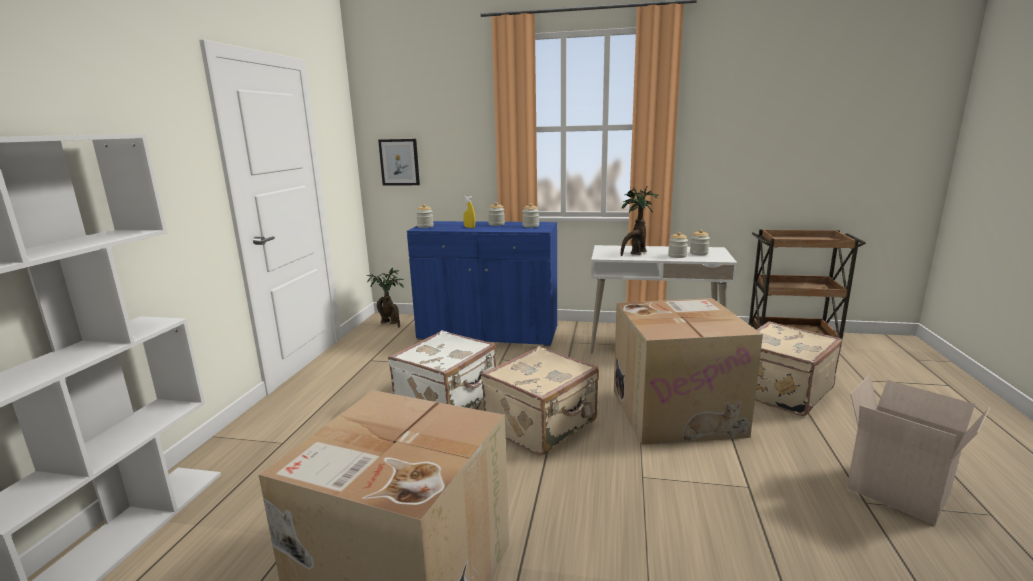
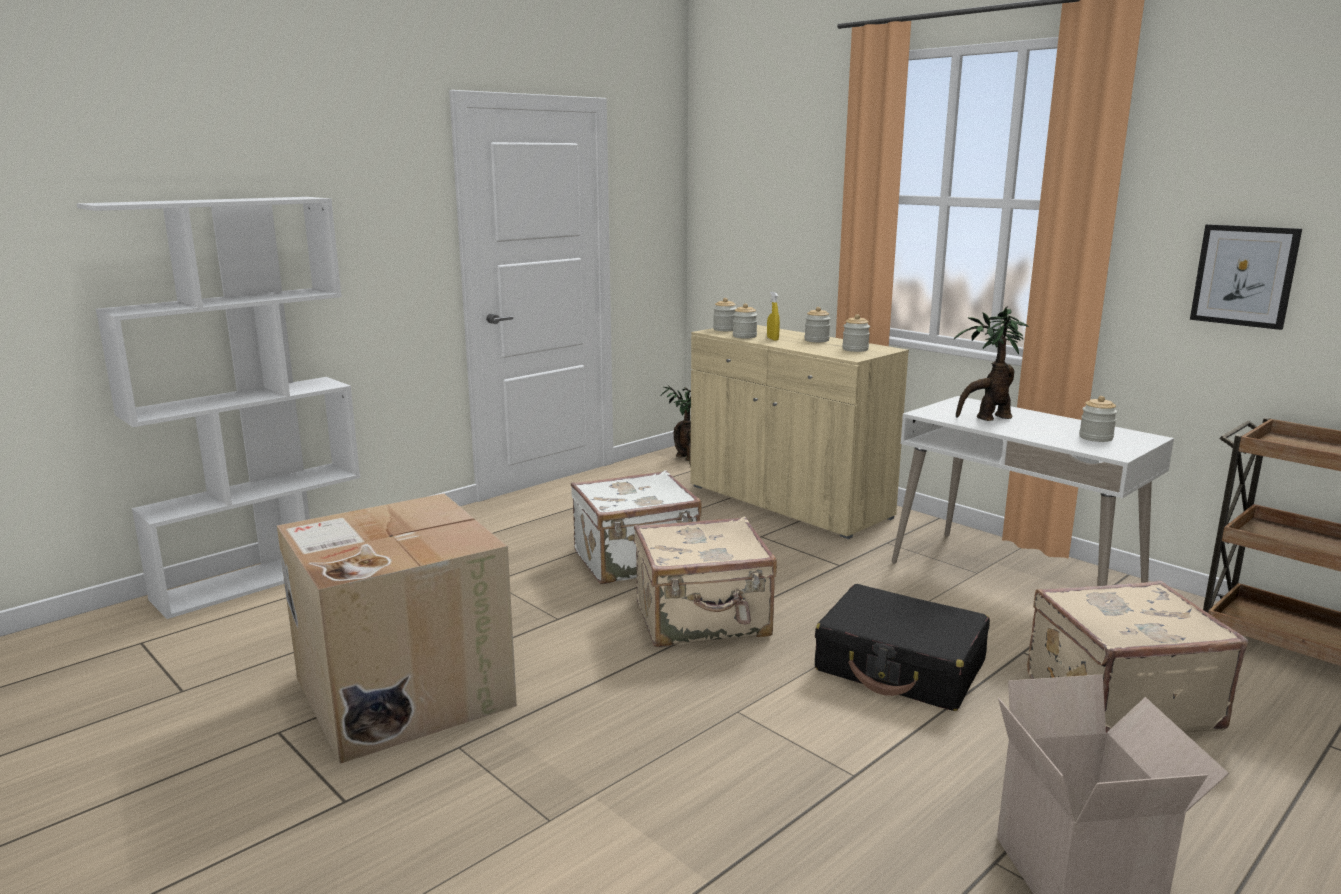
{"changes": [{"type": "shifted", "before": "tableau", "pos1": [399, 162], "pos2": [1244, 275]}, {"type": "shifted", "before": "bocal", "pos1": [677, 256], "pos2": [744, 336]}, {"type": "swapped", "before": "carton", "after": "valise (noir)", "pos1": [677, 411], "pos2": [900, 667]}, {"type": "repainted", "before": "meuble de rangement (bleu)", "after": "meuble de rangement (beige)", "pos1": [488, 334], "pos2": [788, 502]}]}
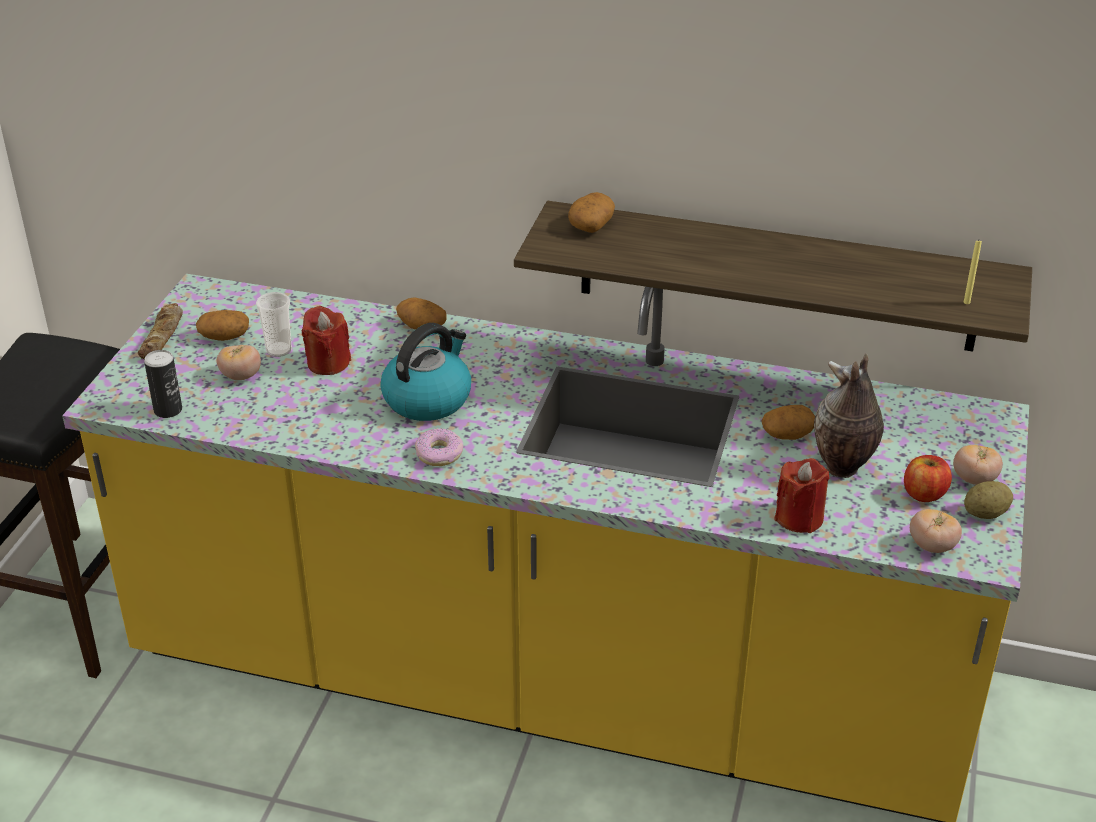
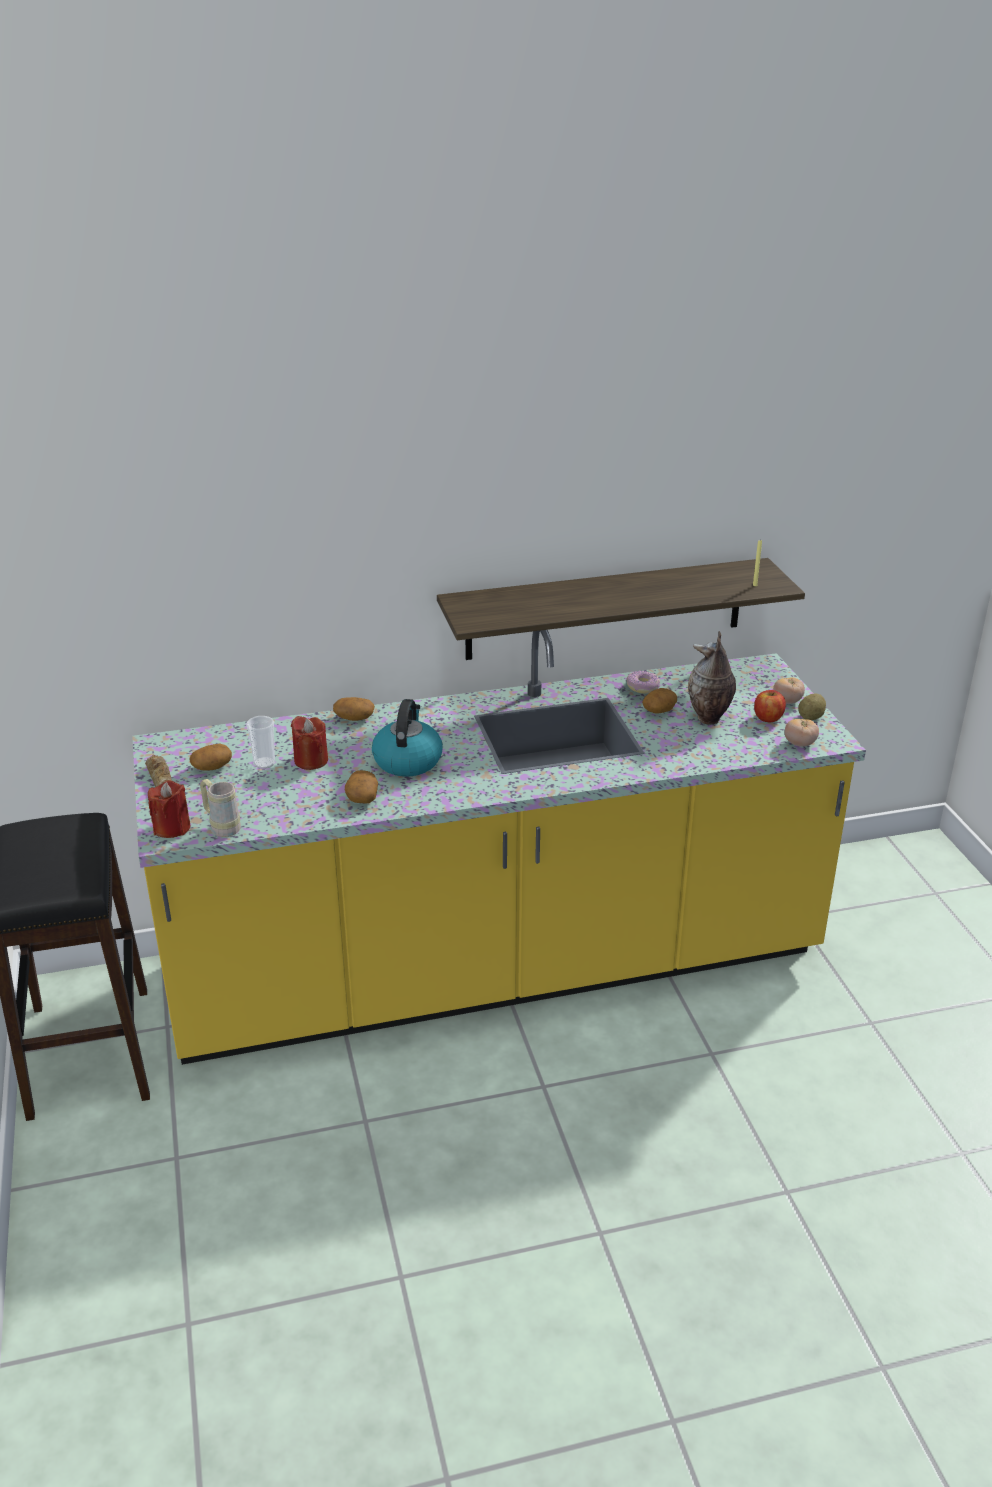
{"changes": [{"type": "gone", "before": "tomate", "pos1": [241, 376]}, {"type": "shifted", "before": "beignet", "pos1": [439, 454], "pos2": [643, 687]}, {"type": "shifted", "before": "pomme de terre", "pos1": [591, 225], "pos2": [362, 797]}, {"type": "shifted", "before": "bougie (rouge)", "pos1": [799, 518], "pos2": [172, 828]}, {"type": "swapped", "before": "boîte métallique", "after": "mug (beige)", "pos1": [168, 410], "pos2": [221, 826]}]}
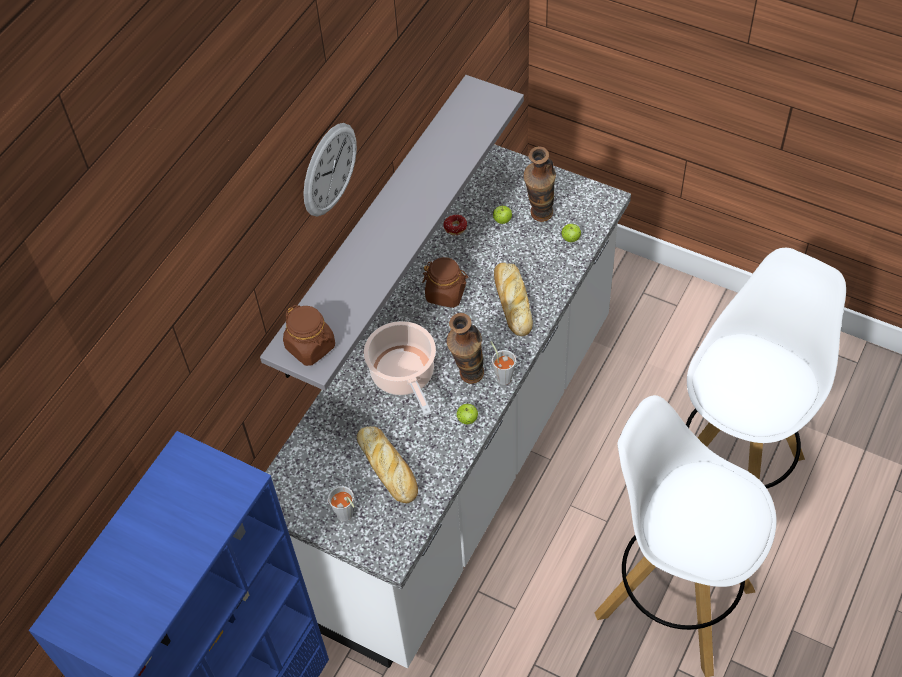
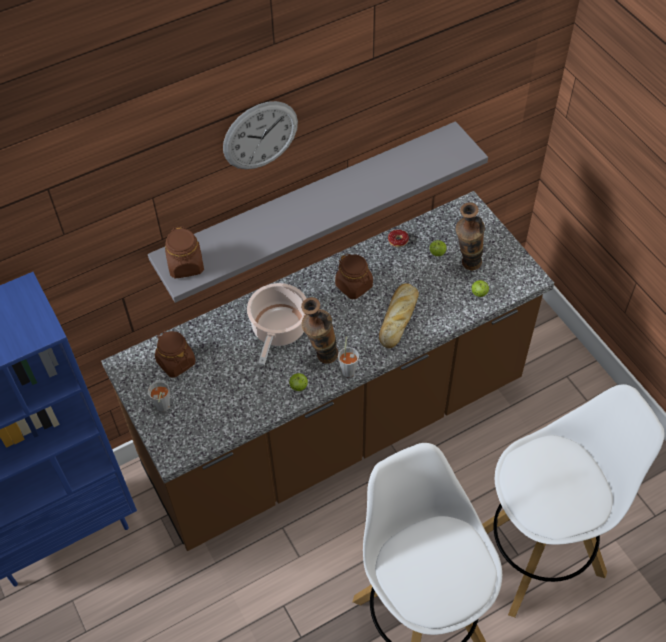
{"changes": [{"type": "gone", "before": "pain", "pos1": [388, 468]}, {"type": "new", "after": "bocal (marron)", "pos2": [176, 362]}, {"type": "repainted", "before": "comptoir de cuisine (blanc)", "after": "comptoir de cuisine (marron)", "pos1": [460, 464], "pos2": [335, 428]}]}
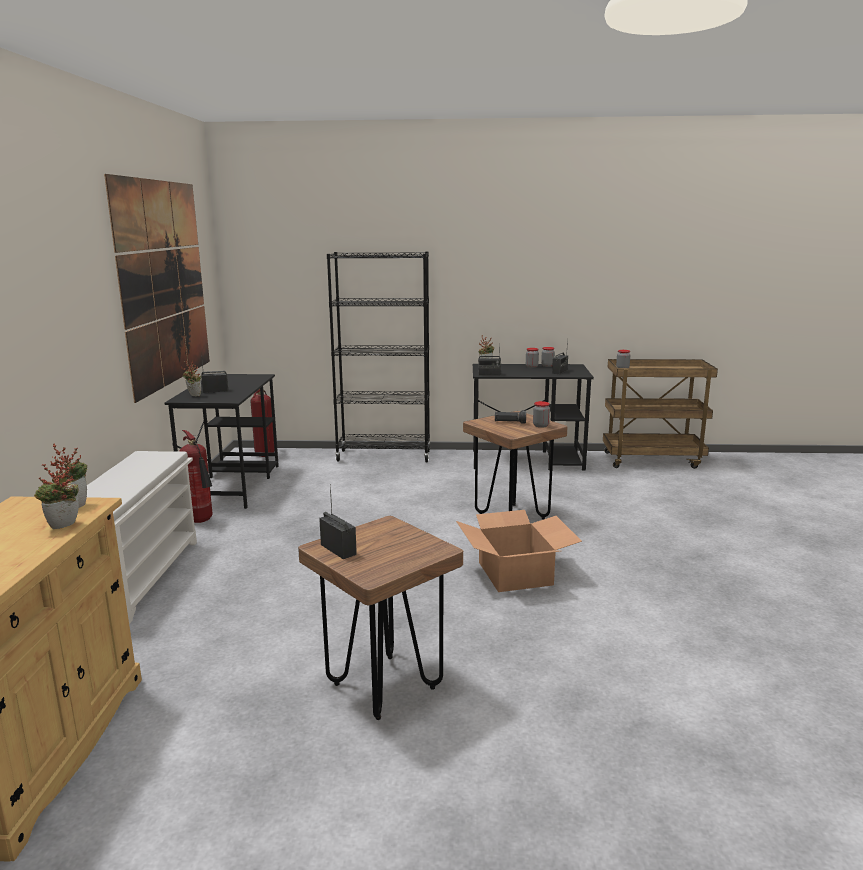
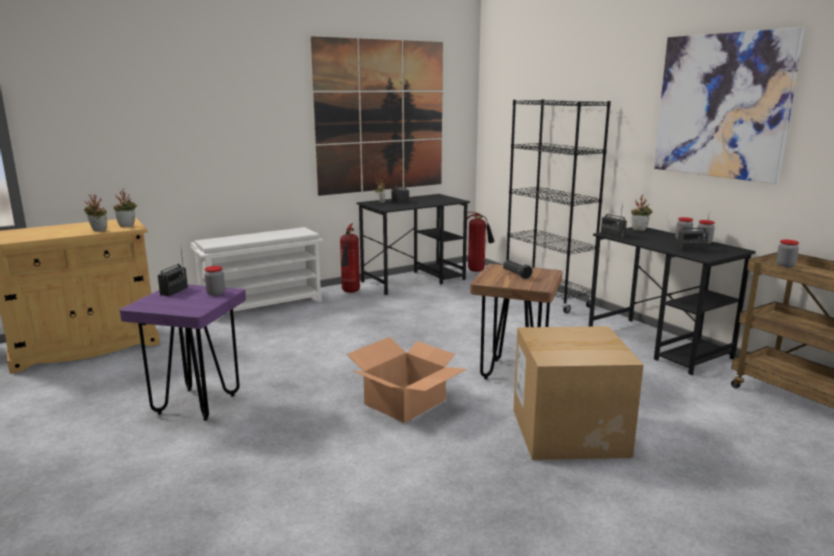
{"changes": [{"type": "new", "after": "carton", "pos2": [569, 432]}, {"type": "new", "after": "tableau", "pos2": [721, 106]}, {"type": "shifted", "before": "bocal", "pos1": [541, 425], "pos2": [215, 293]}, {"type": "repainted", "before": "tabouret (marron)", "after": "tabouret (violet)", "pos1": [384, 686], "pos2": [197, 404]}]}
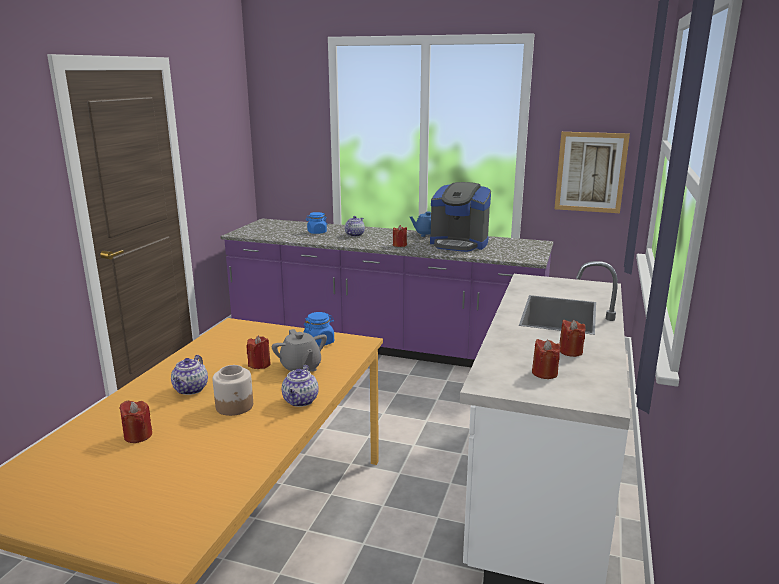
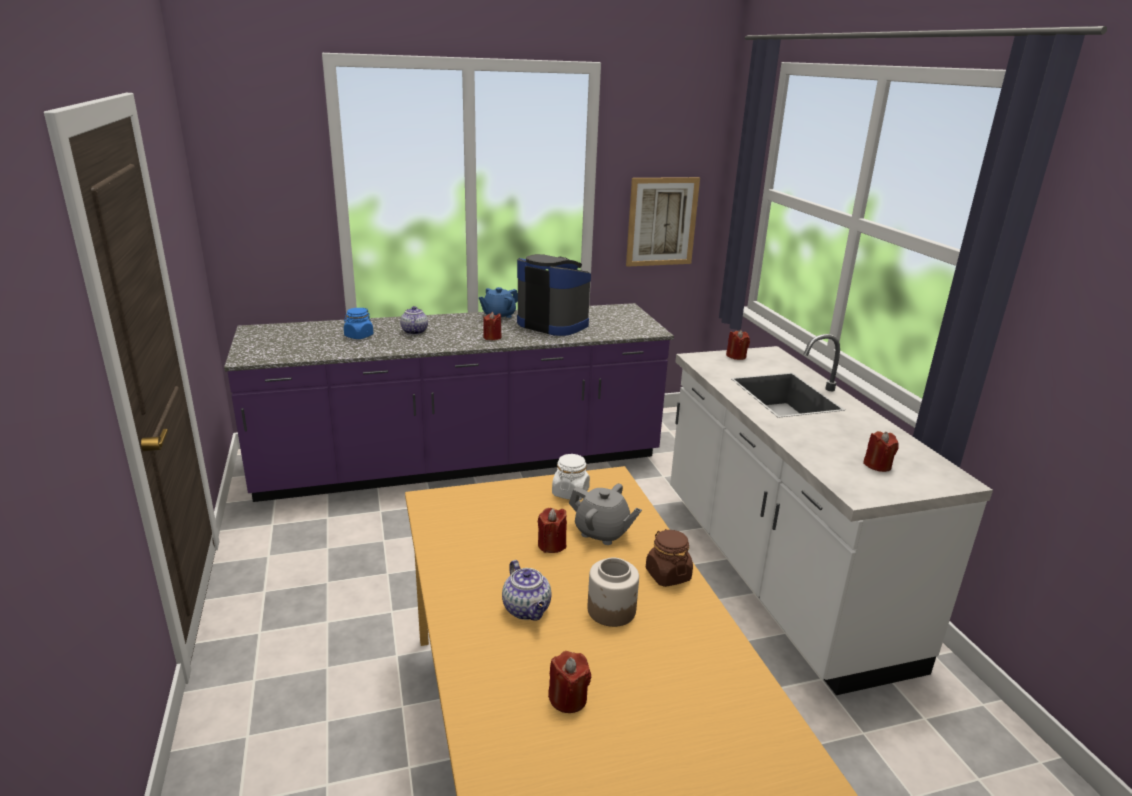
{"changes": [{"type": "shifted", "before": "bougie (rouge)", "pos1": [570, 351], "pos2": [736, 356]}, {"type": "swapped", "before": "théière", "after": "bocal (marron)", "pos1": [300, 401], "pos2": [667, 575]}, {"type": "repainted", "before": "bocal (bleu)", "after": "bocal (blanc)", "pos1": [319, 342], "pos2": [570, 492]}, {"type": "rotated", "before": "machine à café", "pos1": [459, 244], "pos2": [553, 324], "turn": -135}]}
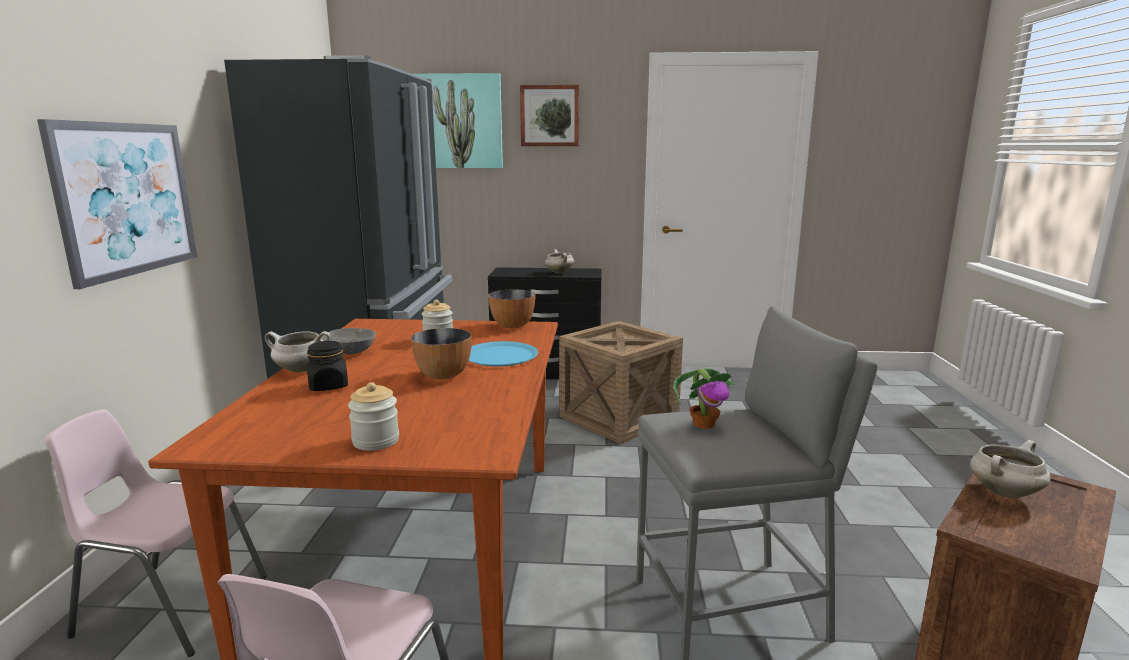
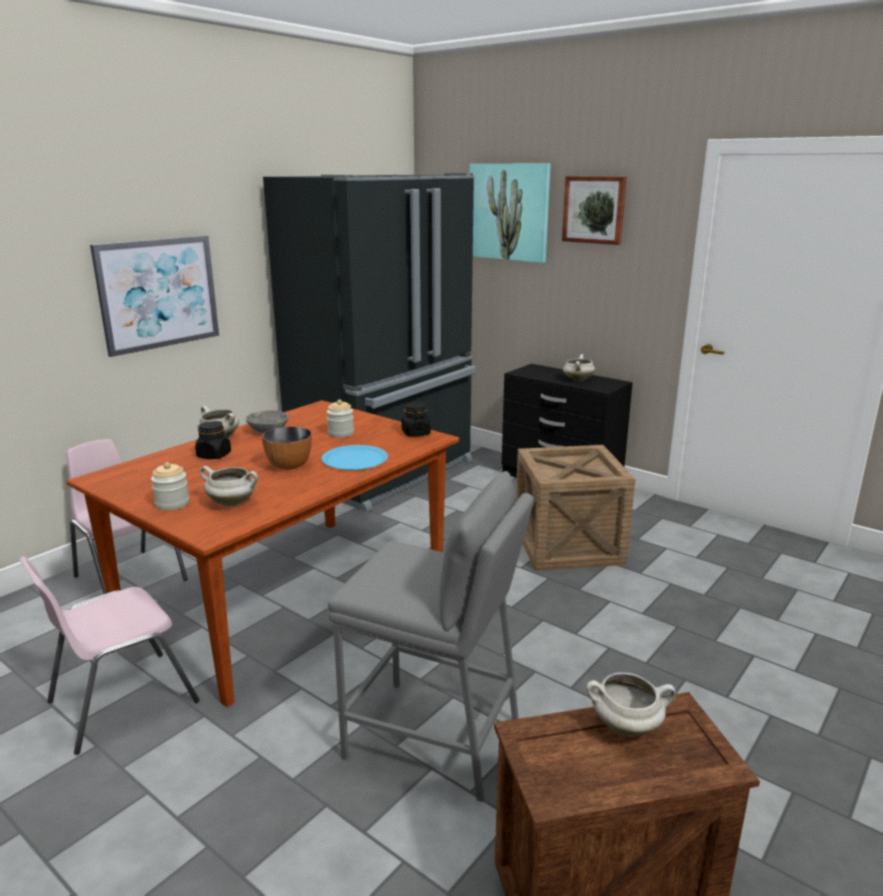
{"changes": [{"type": "gone", "before": "plante en pot", "pos1": [704, 424]}, {"type": "new", "after": "marmite (blanc)", "pos2": [233, 503]}, {"type": "swapped", "before": "bol", "after": "bocal (noir)", "pos1": [513, 326], "pos2": [415, 433]}]}
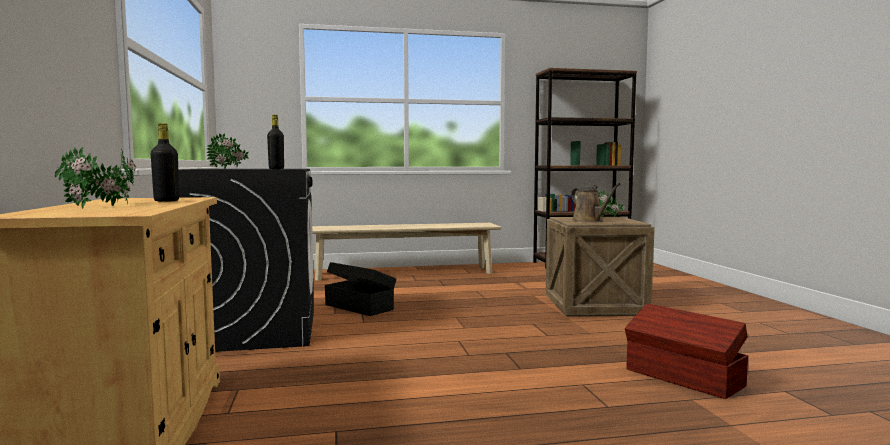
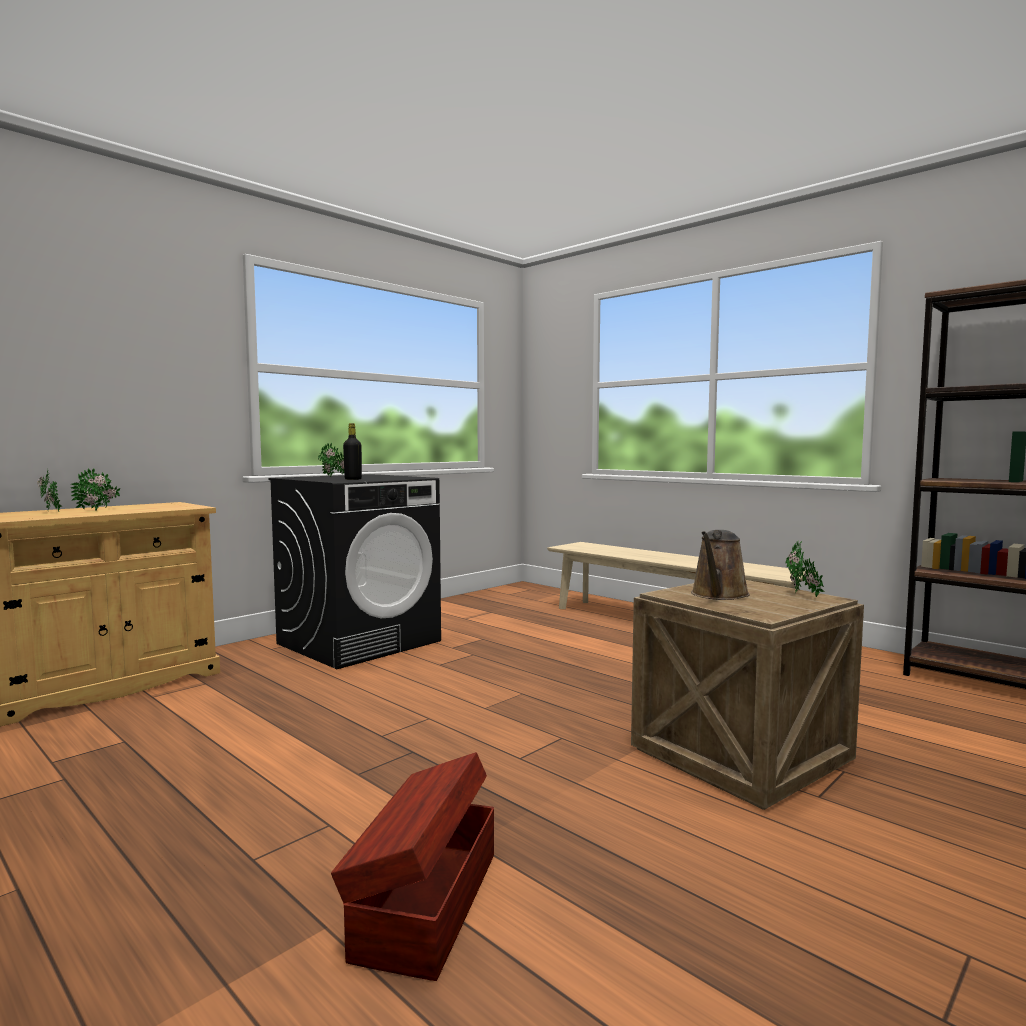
{"changes": [{"type": "gone", "before": "bouteille (noir)", "pos1": [166, 201]}, {"type": "gone", "before": "boîte de rangement (noir)", "pos1": [359, 307]}]}
